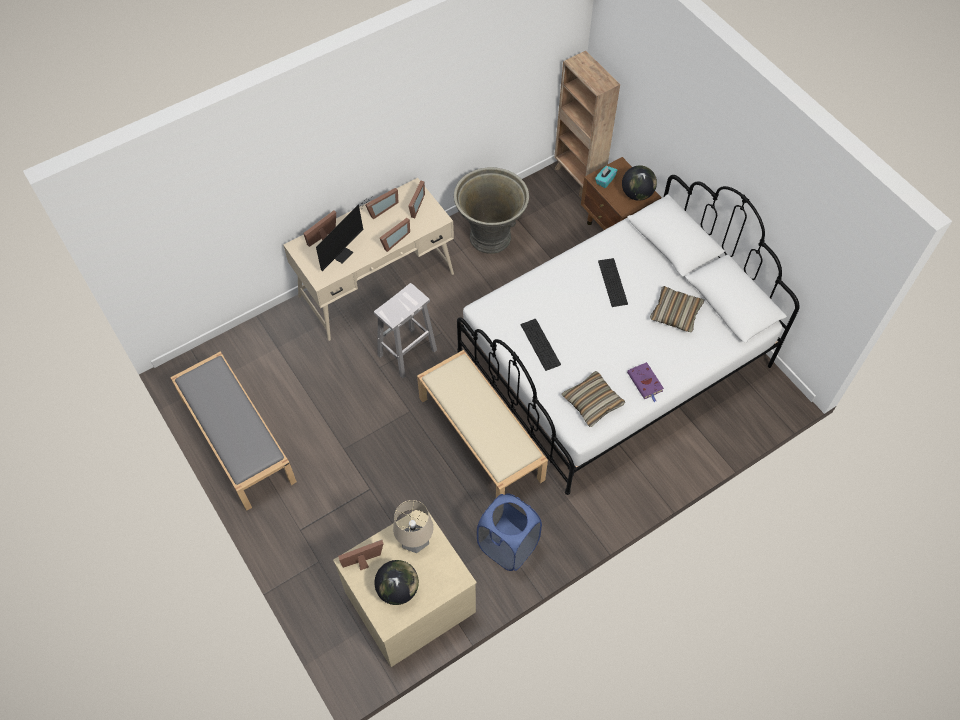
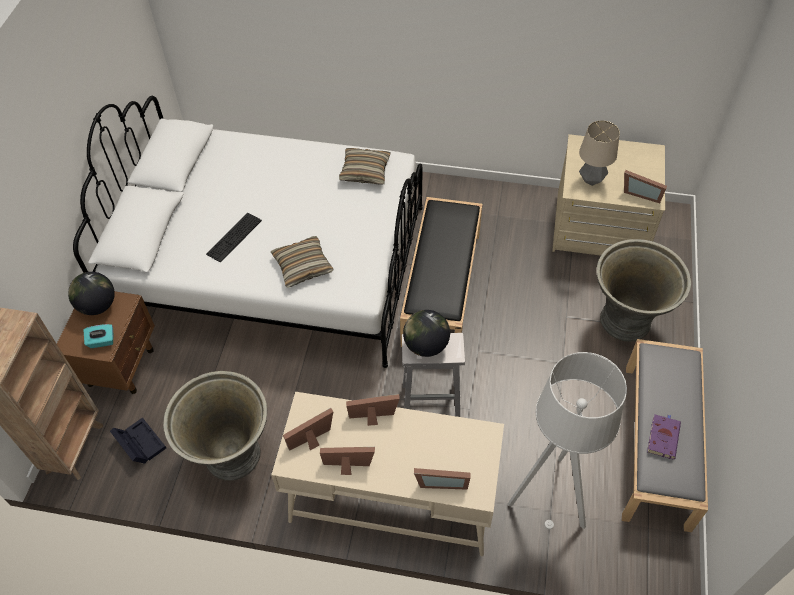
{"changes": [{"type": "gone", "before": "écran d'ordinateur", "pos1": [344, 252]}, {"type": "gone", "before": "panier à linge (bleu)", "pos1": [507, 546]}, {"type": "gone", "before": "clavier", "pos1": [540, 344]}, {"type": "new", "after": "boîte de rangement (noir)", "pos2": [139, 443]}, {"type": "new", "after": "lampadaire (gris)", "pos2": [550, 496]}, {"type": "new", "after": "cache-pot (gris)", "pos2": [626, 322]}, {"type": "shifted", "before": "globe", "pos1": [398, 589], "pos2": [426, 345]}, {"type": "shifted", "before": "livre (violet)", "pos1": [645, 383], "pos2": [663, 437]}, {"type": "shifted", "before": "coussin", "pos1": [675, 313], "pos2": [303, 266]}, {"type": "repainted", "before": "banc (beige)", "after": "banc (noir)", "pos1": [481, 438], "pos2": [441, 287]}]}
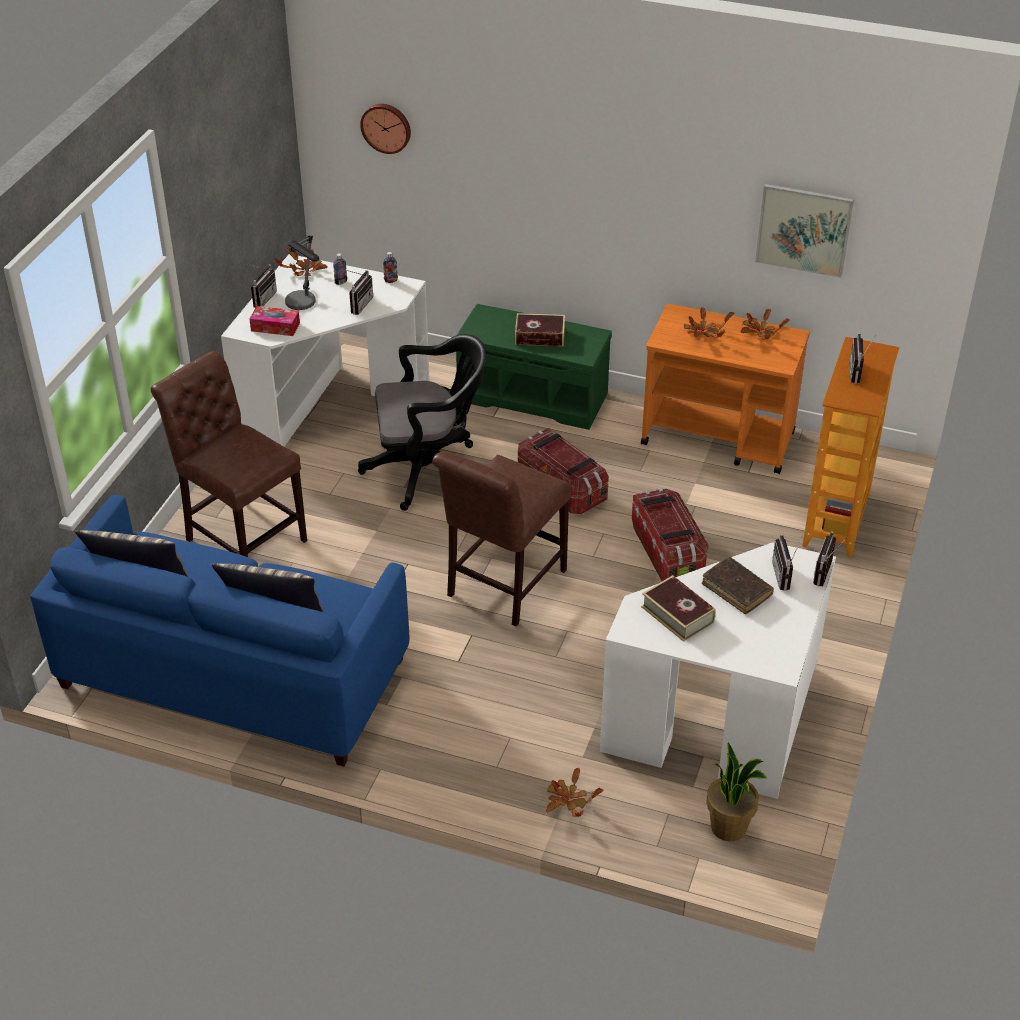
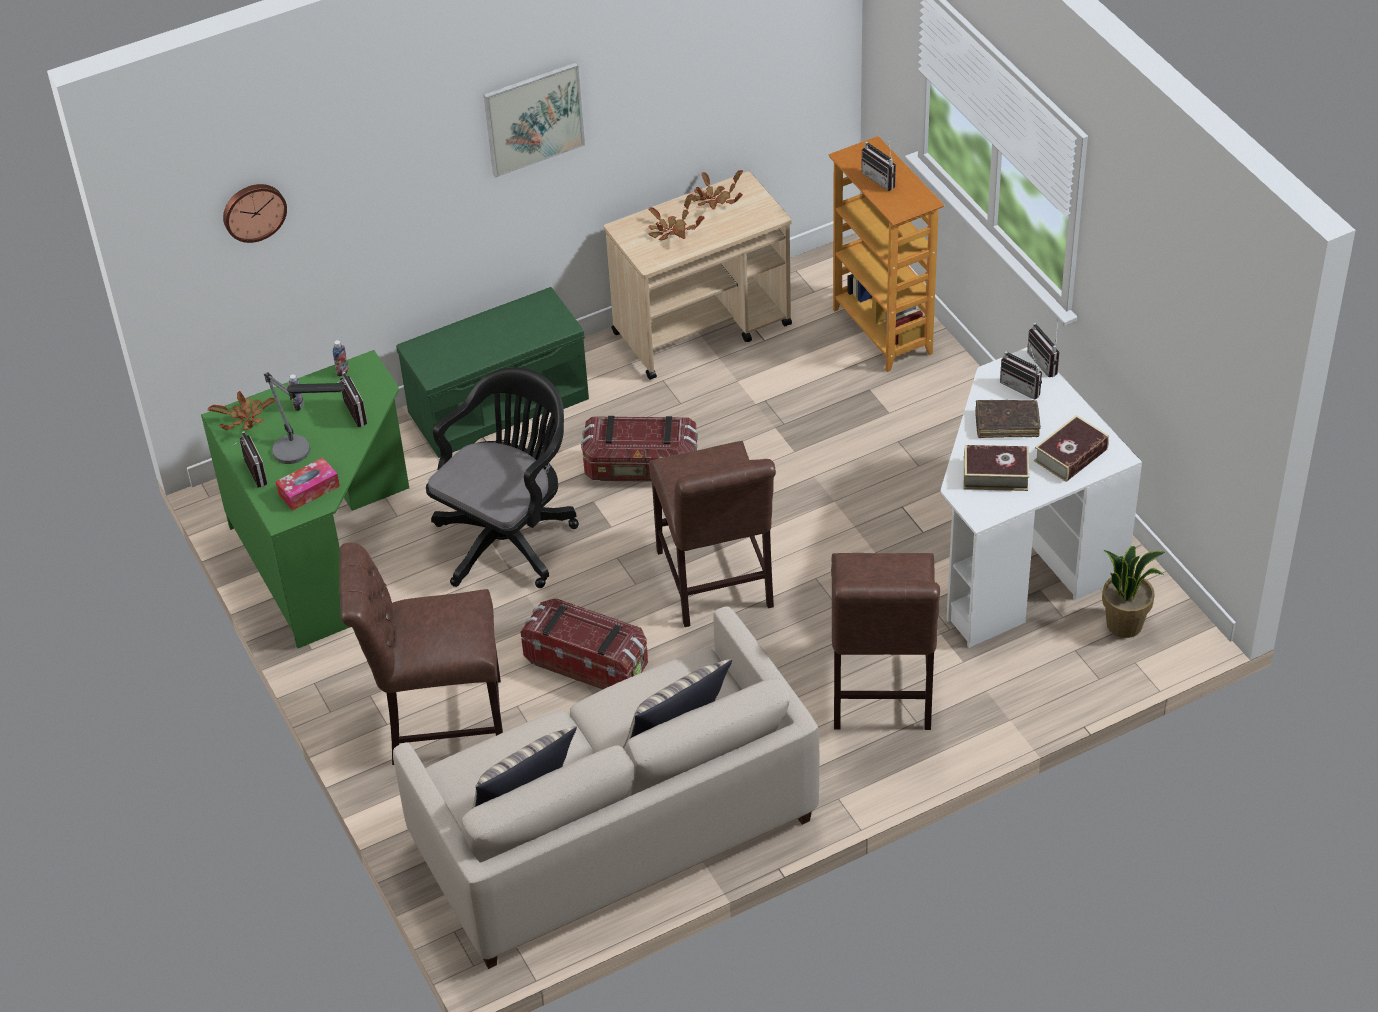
{"changes": [{"type": "gone", "before": "plante en pot", "pos1": [568, 801]}, {"type": "new", "after": "chaise (marron)", "pos2": [880, 692]}, {"type": "shifted", "before": "livre", "pos1": [540, 336], "pos2": [1071, 455]}, {"type": "shifted", "before": "boîte de rangement", "pos1": [667, 551], "pos2": [587, 662]}, {"type": "shifted", "before": "tableau", "pos1": [804, 230], "pos2": [534, 118]}, {"type": "repainted", "before": "canapé (bleu)", "after": "canapé (beige)", "pos1": [233, 673], "pos2": [613, 831]}, {"type": "repainted", "before": "bureau (blanc)", "after": "bureau (vert)", "pos1": [328, 406], "pos2": [328, 550]}, {"type": "repainted", "before": "chariot (orange)", "after": "chariot (beige)", "pos1": [719, 439], "pos2": [703, 328]}]}
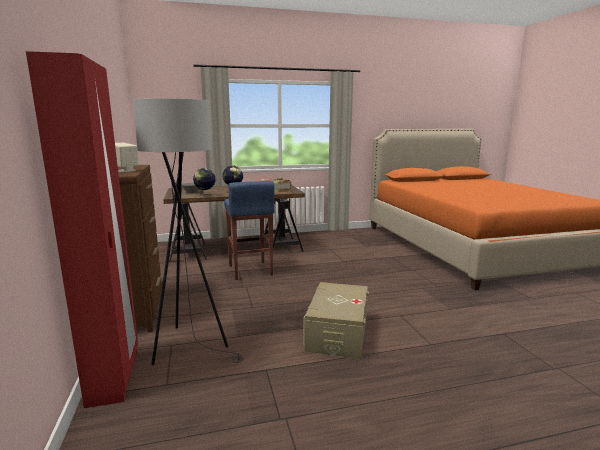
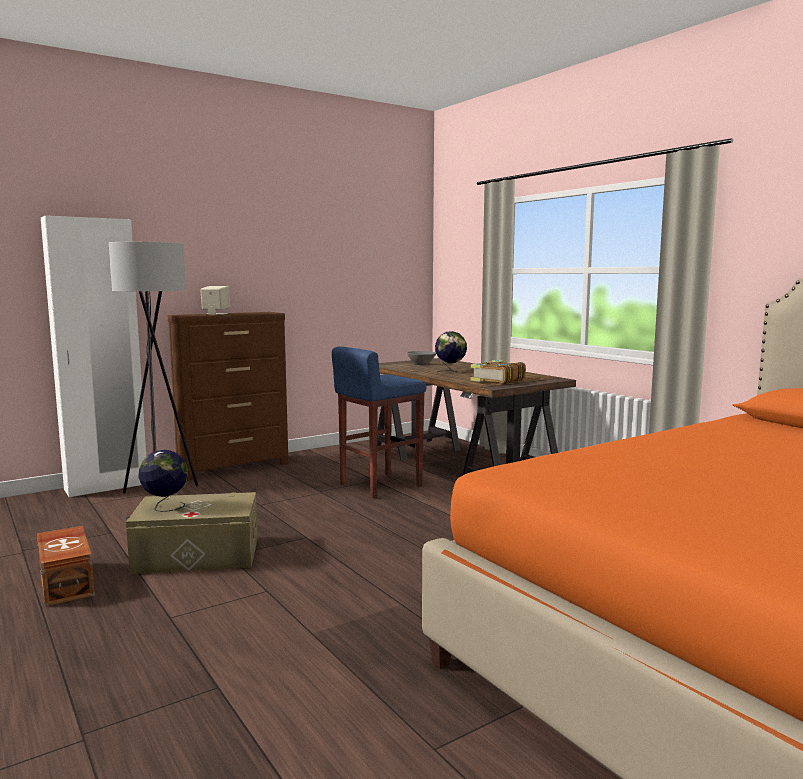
{"changes": [{"type": "new", "after": "boîte de rangement (marron)", "pos2": [68, 582]}, {"type": "shifted", "before": "globe", "pos1": [205, 195], "pos2": [165, 508]}, {"type": "repainted", "before": "armoire (rouge)", "after": "armoire (blanc)", "pos1": [114, 377], "pos2": [106, 487]}]}
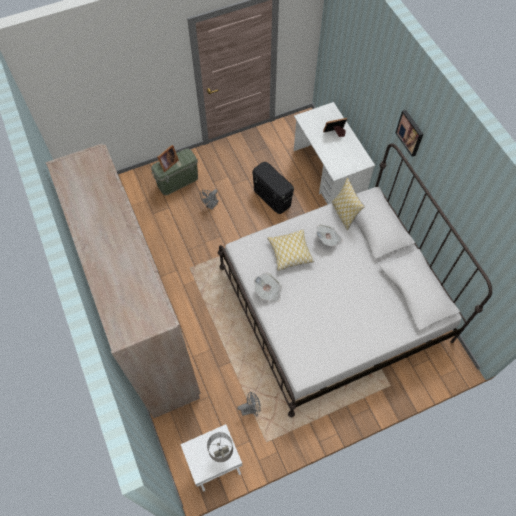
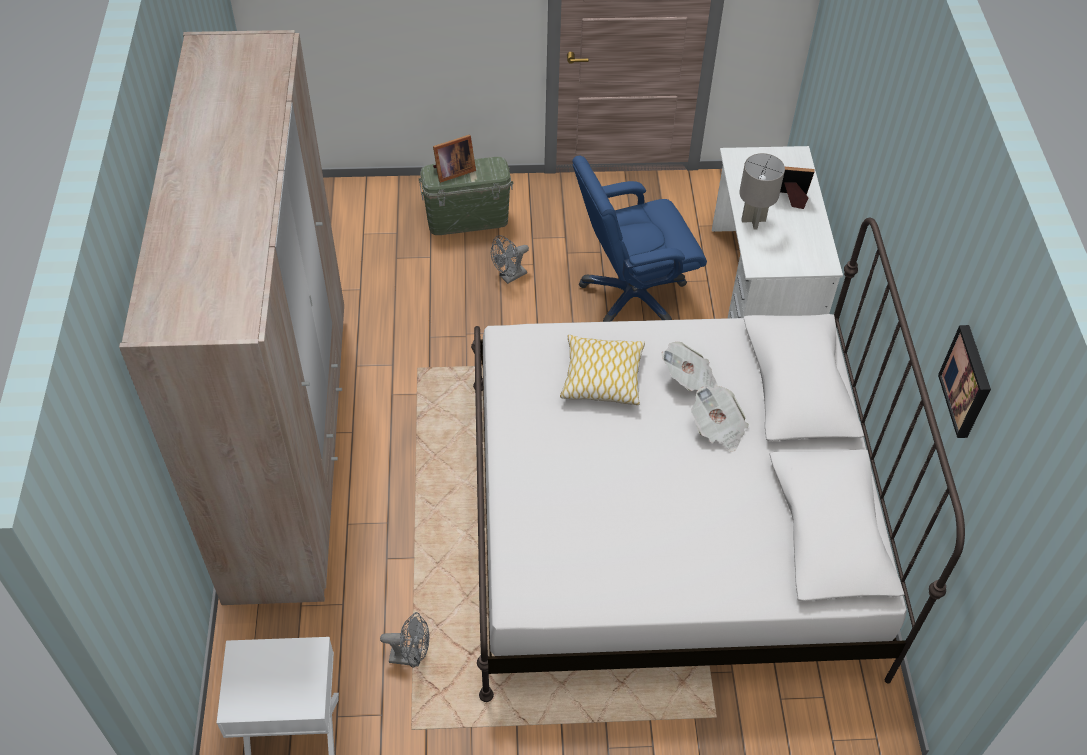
{"changes": [{"type": "gone", "before": "coussin", "pos1": [344, 214]}, {"type": "shifted", "before": "lampe de table (gris)", "pos1": [221, 453], "pos2": [753, 220]}, {"type": "shifted", "before": "journal", "pos1": [268, 291], "pos2": [718, 428]}, {"type": "shifted", "before": "tableau", "pos1": [410, 132], "pos2": [968, 381]}, {"type": "swapped", "before": "boîte de rangement (noir)", "after": "chaise de bureau (bleu)", "pos1": [272, 197], "pos2": [632, 297]}]}
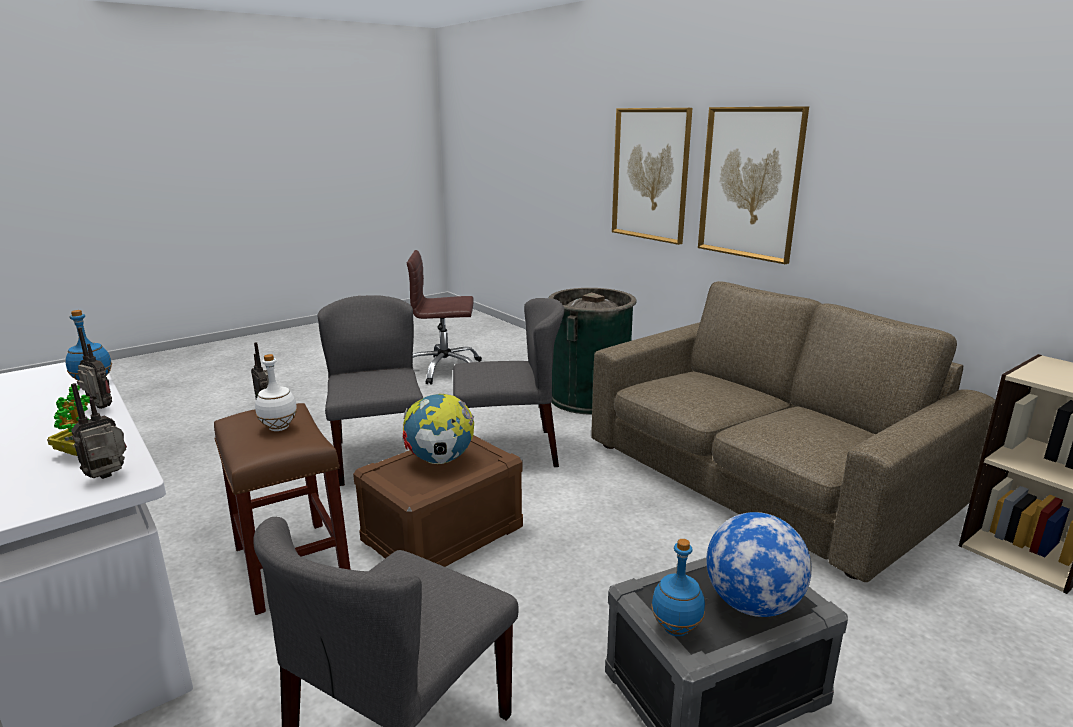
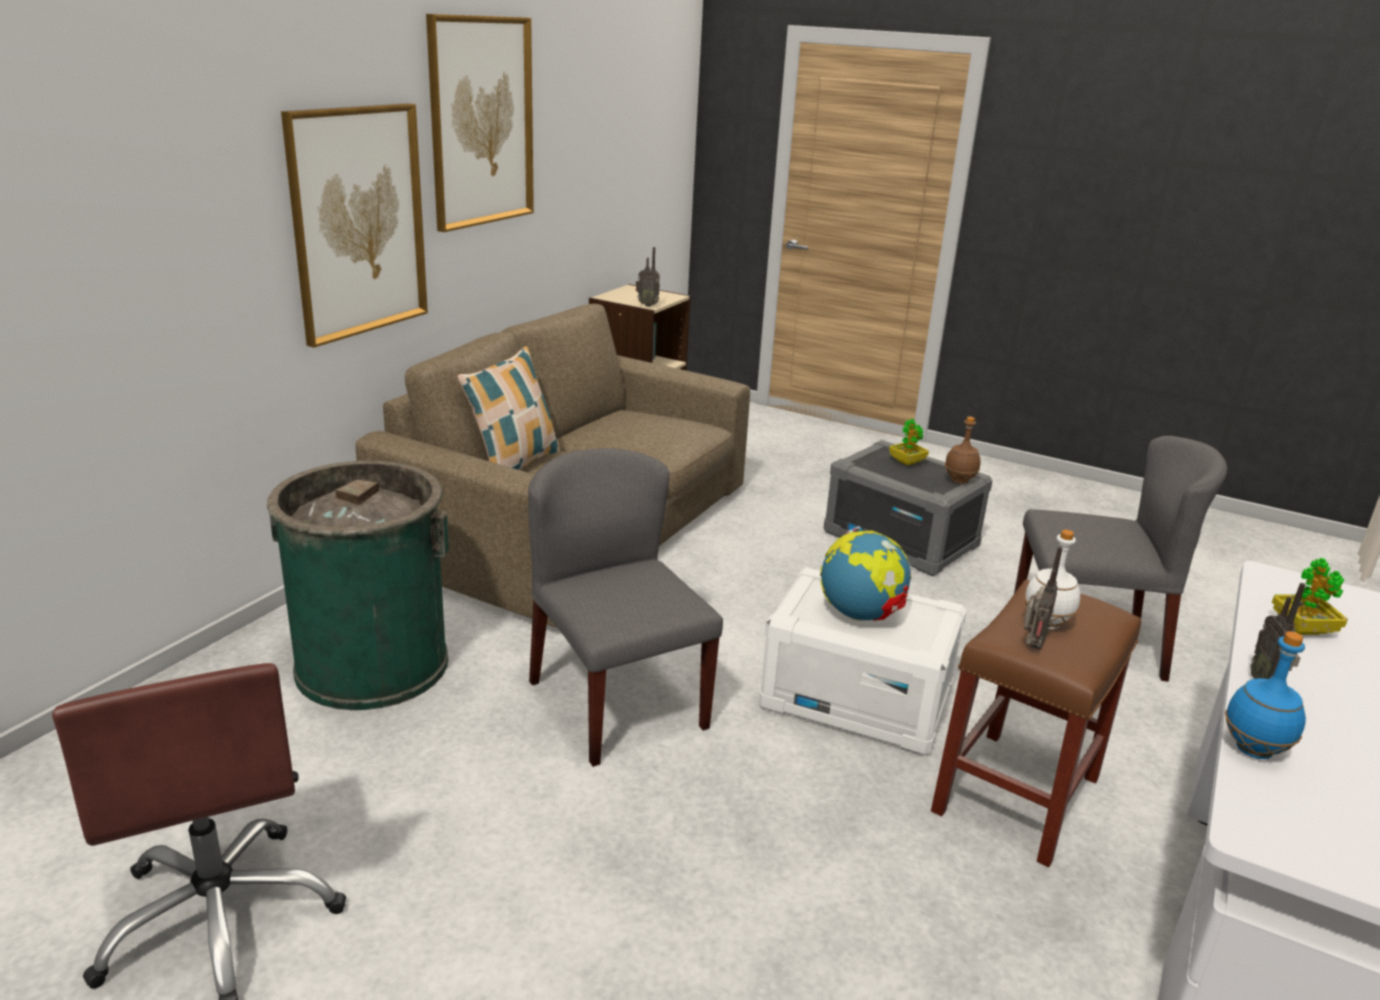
{"changes": [{"type": "gone", "before": "chaise (gris)", "pos1": [379, 457]}, {"type": "new", "after": "coussin", "pos2": [514, 466]}, {"type": "shifted", "before": "radio", "pos1": [110, 477], "pos2": [647, 305]}, {"type": "shifted", "before": "tableau", "pos1": [650, 174], "pos2": [481, 122]}, {"type": "swapped", "before": "globe", "after": "plante en pot", "pos1": [752, 604], "pos2": [907, 462]}, {"type": "repainted", "before": "boîte de rangement (marron)", "after": "boîte de rangement (blanc)", "pos1": [443, 535], "pos2": [857, 698]}, {"type": "repainted", "before": "bouteille (bleu)", "after": "bouteille (marron)", "pos1": [676, 628], "pos2": [959, 481]}]}
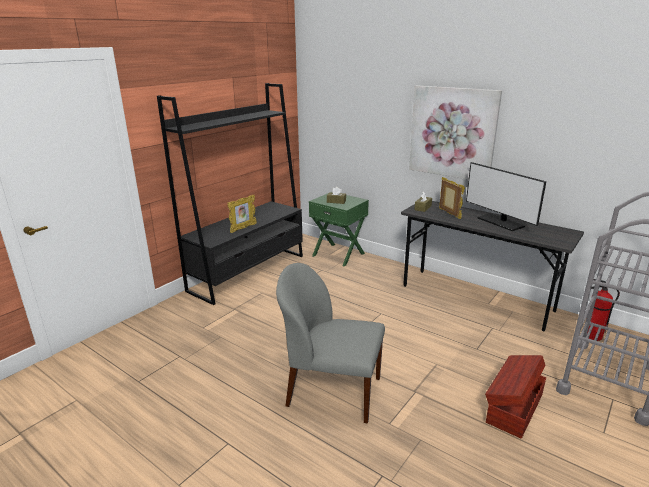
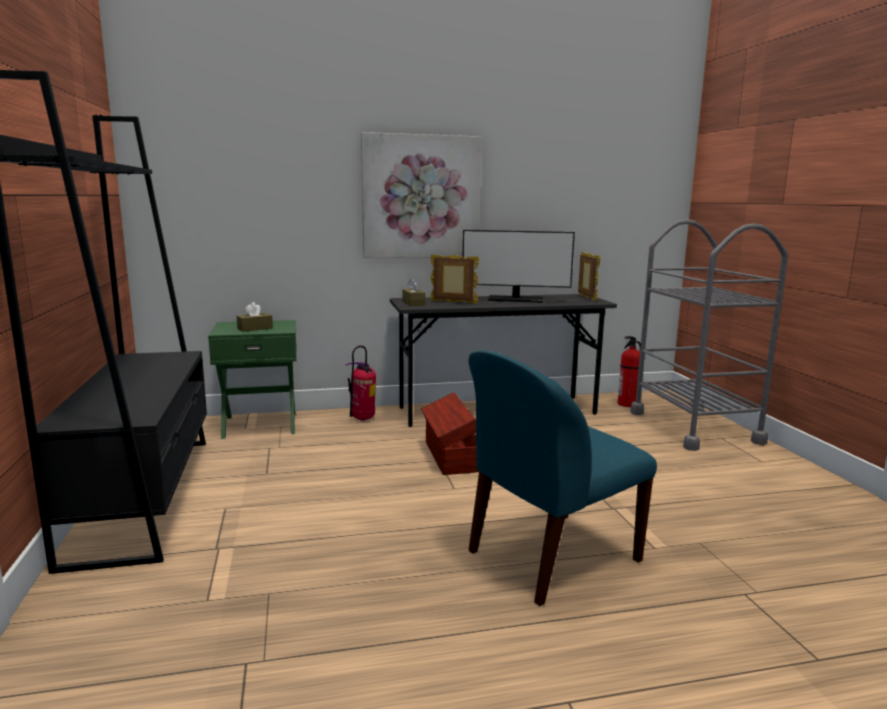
{"changes": [{"type": "new", "after": "extincteur", "pos2": [362, 419]}, {"type": "shifted", "before": "cadre photo", "pos1": [243, 228], "pos2": [586, 298]}, {"type": "shifted", "before": "boîte de rangement (marron)", "pos1": [513, 408], "pos2": [451, 456]}, {"type": "repainted", "before": "chaise (gris)", "after": "chaise (bleu)", "pos1": [332, 391], "pos2": [550, 557]}]}
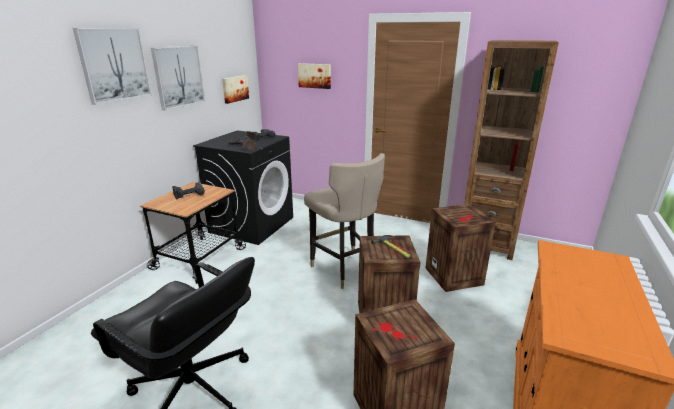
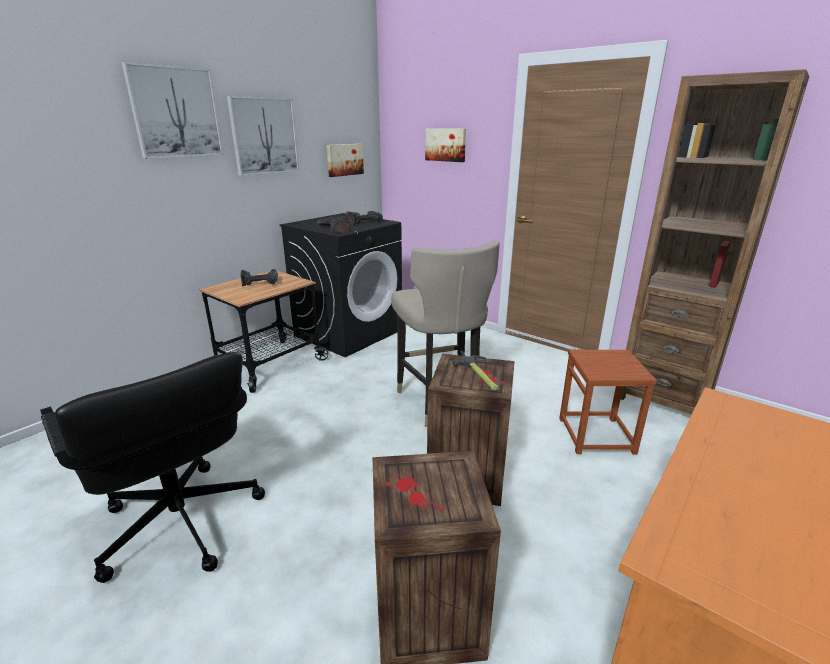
{"changes": [{"type": "swapped", "before": "caisse", "after": "tabouret (marron)", "pos1": [455, 276], "pos2": [596, 435]}]}
